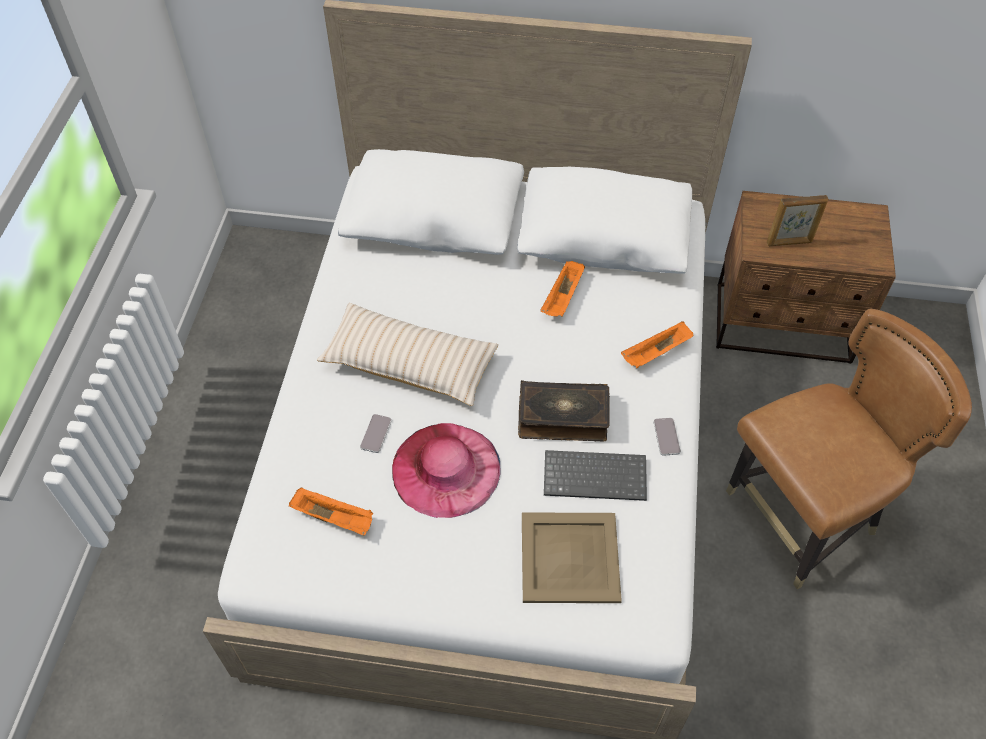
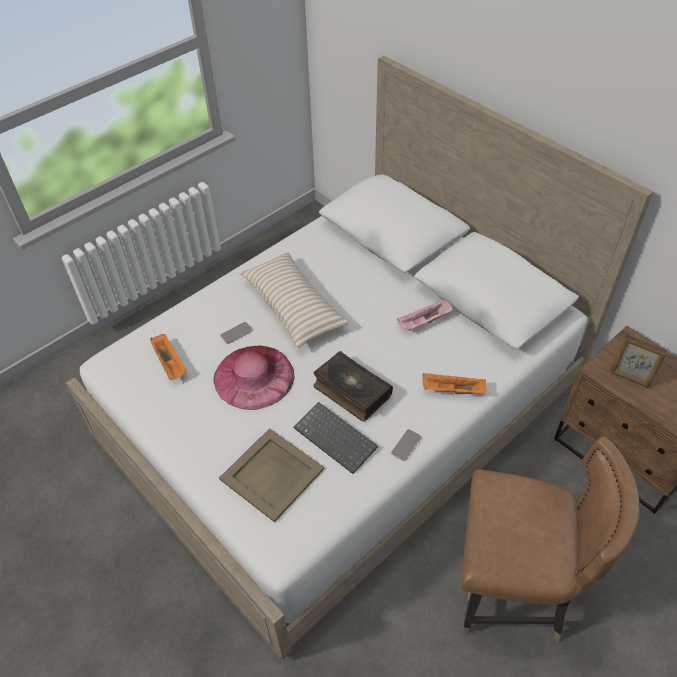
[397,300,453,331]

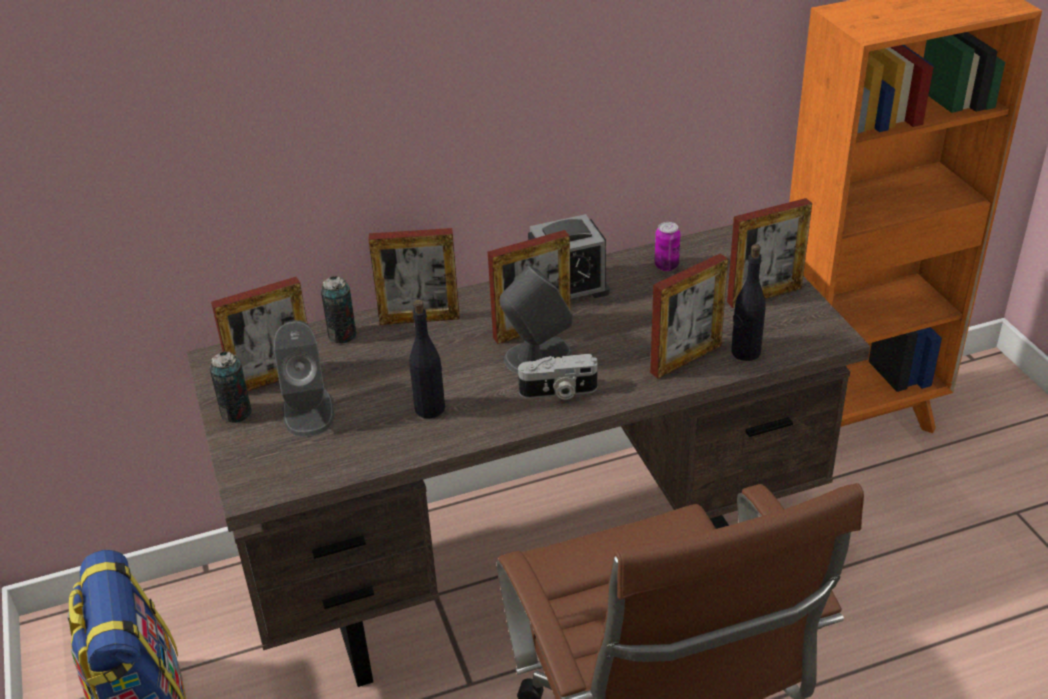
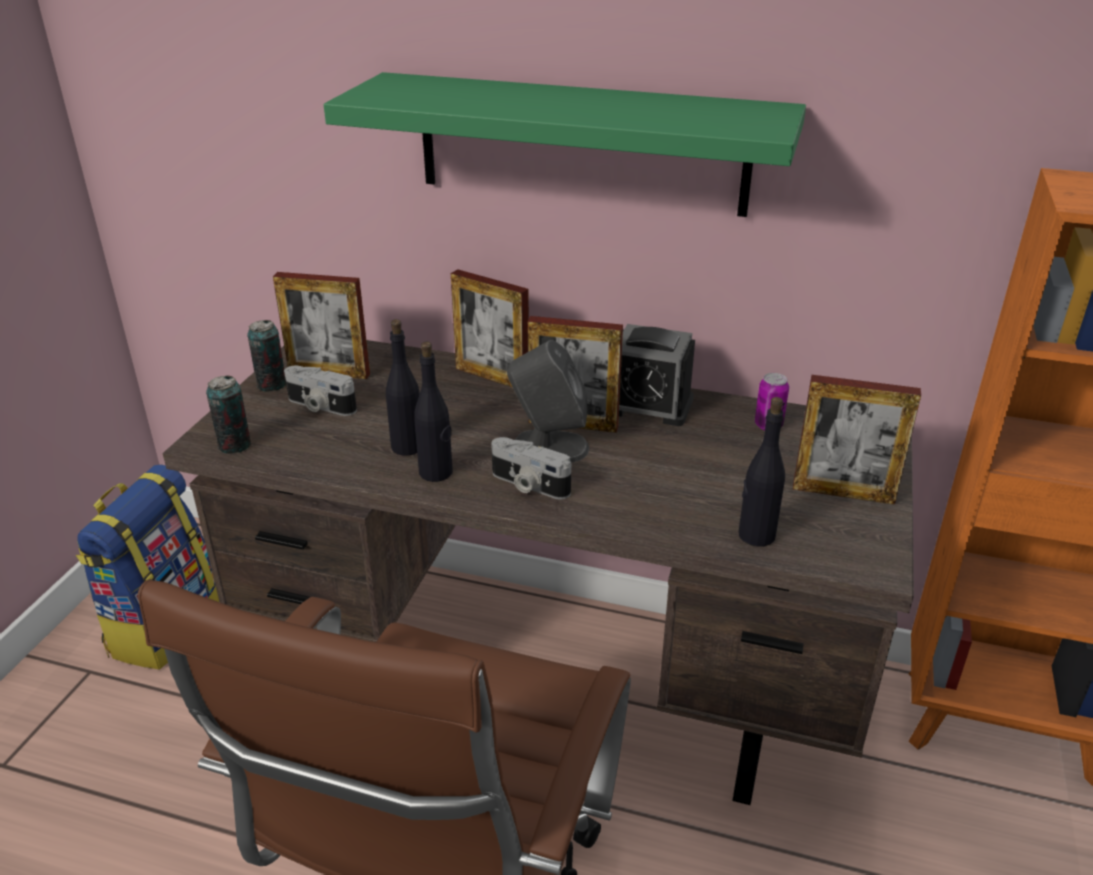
[284,366,357,416]
[206,376,251,454]
[650,254,728,378] (first image)
[324,72,806,217]
[414,342,453,482]

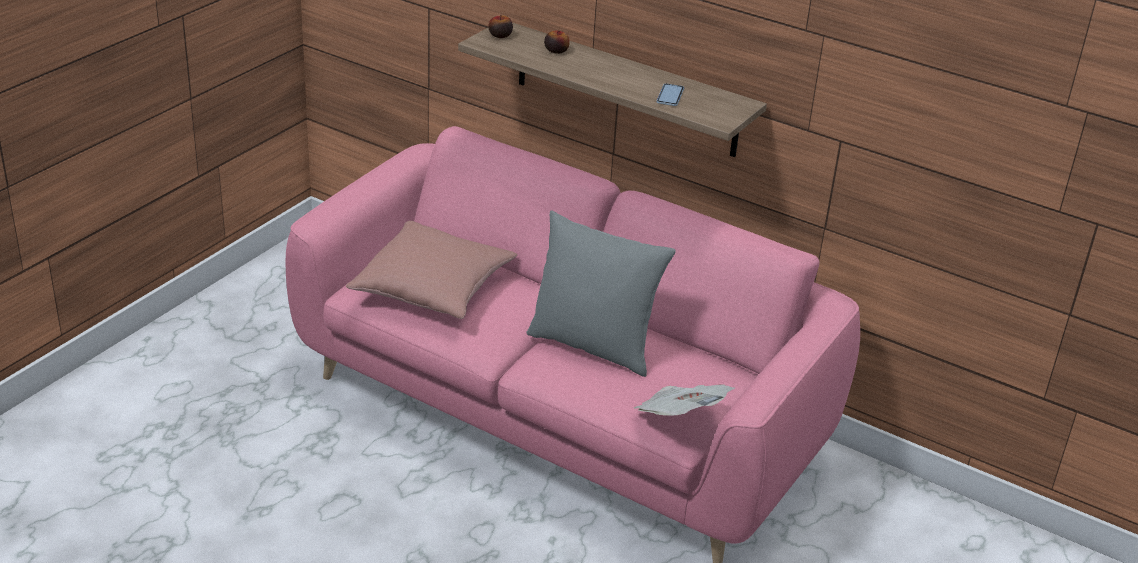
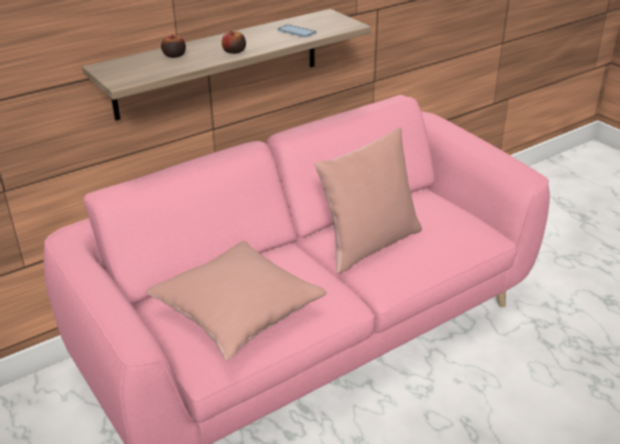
[222,31,246,54]
[315,127,422,274]
[634,384,735,416] (first image)

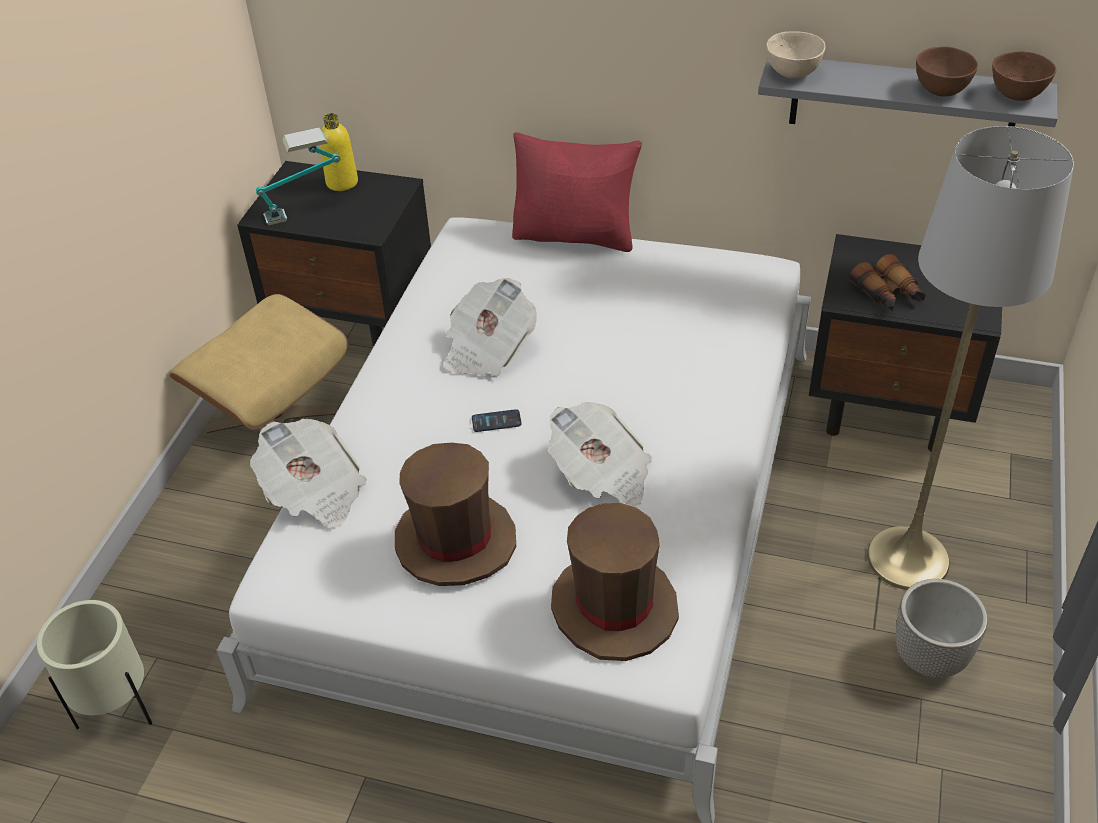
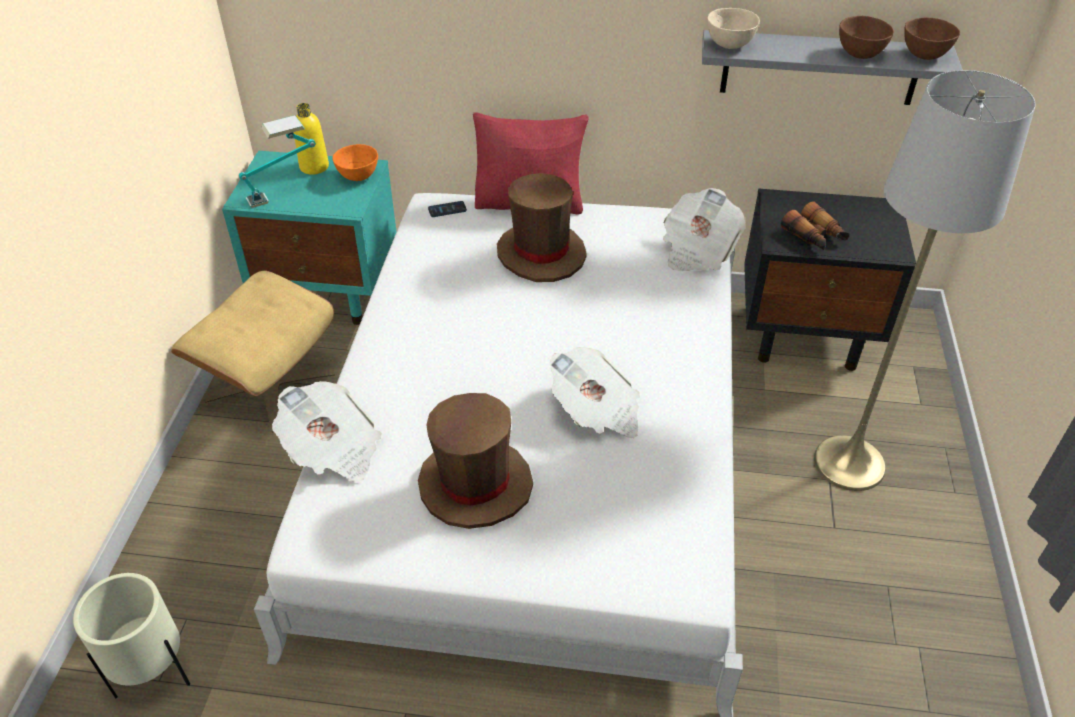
[222,151,397,325]
[663,188,746,271]
[428,201,467,217]
[497,173,587,282]
[896,579,988,678] (first image)
[332,144,378,181]

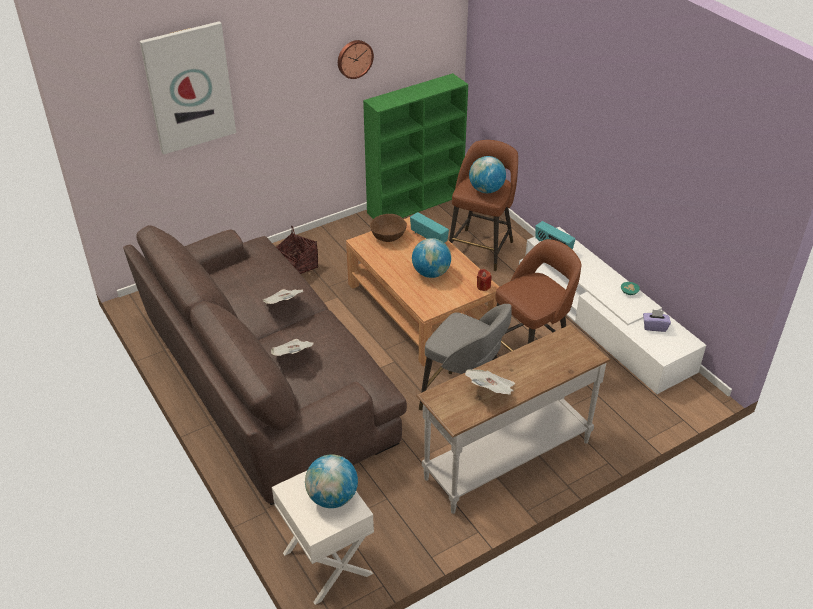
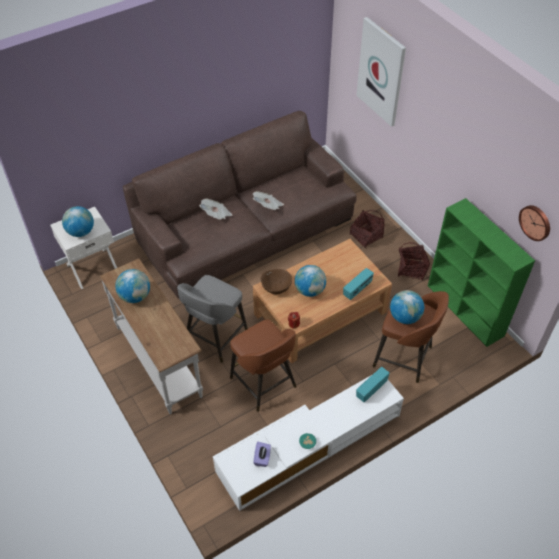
[519,205,550,241]
[261,269,292,294]
[115,269,150,303]
[398,242,430,280]

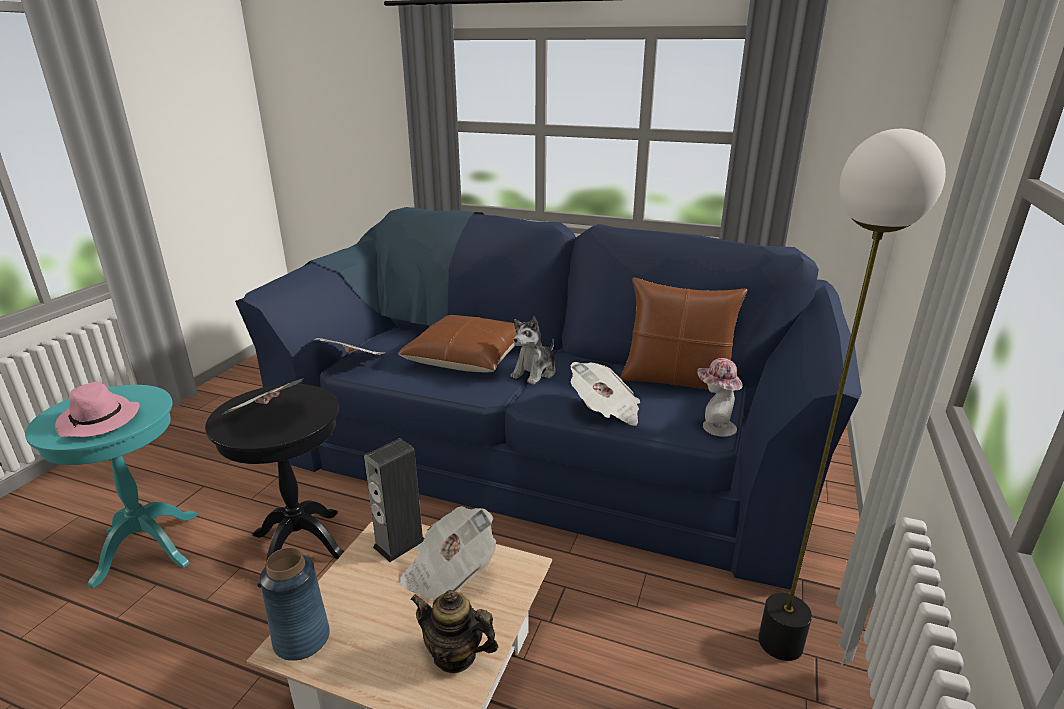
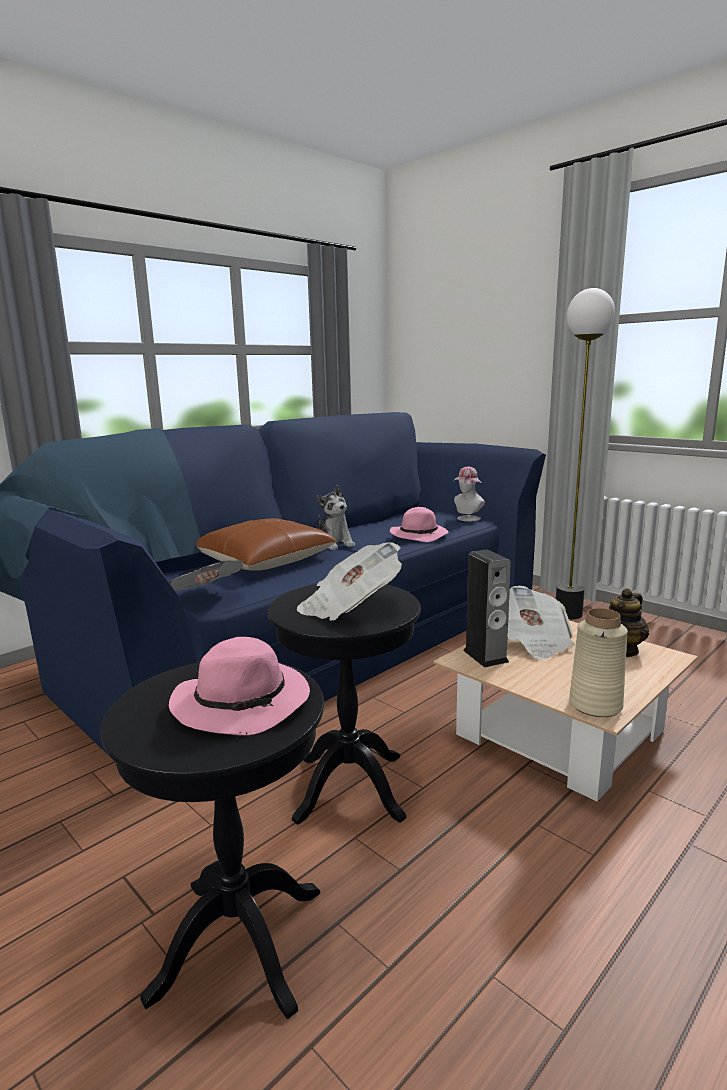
[100,662,324,1019]
[569,608,628,717]
[390,507,449,542]
[620,278,747,390] (first image)

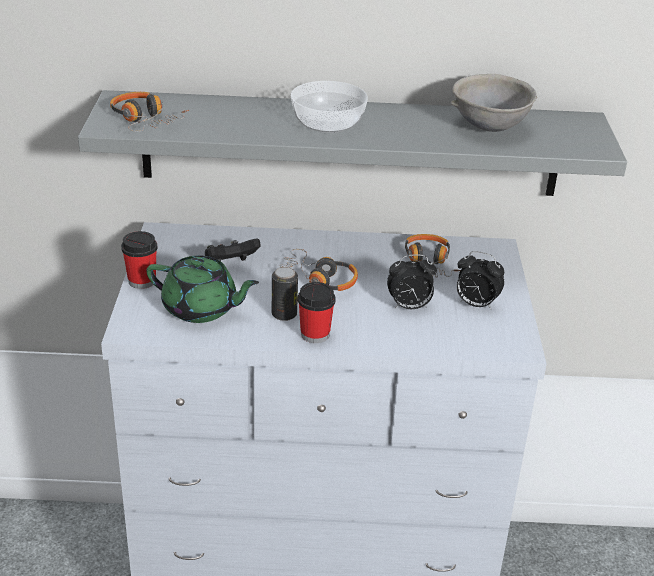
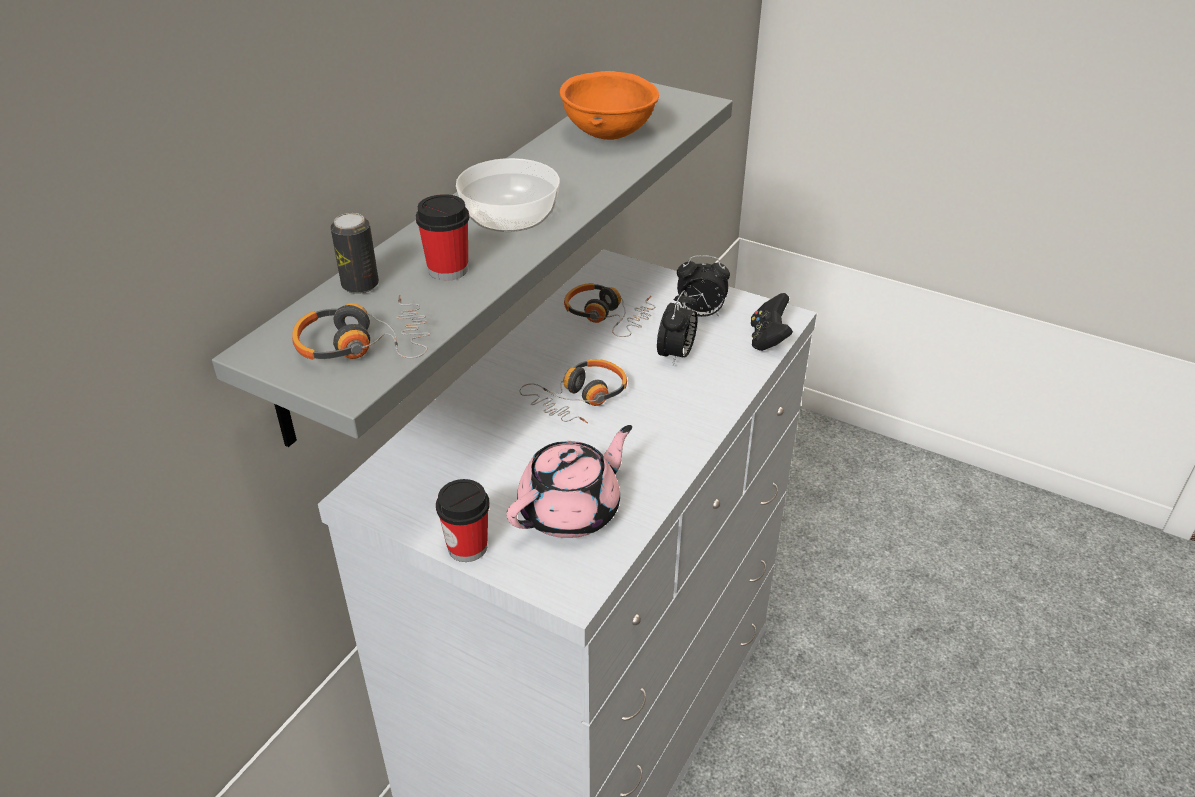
[506,425,632,538]
[751,293,793,351]
[331,213,379,294]
[416,194,469,281]
[560,71,659,140]
[677,255,730,317]

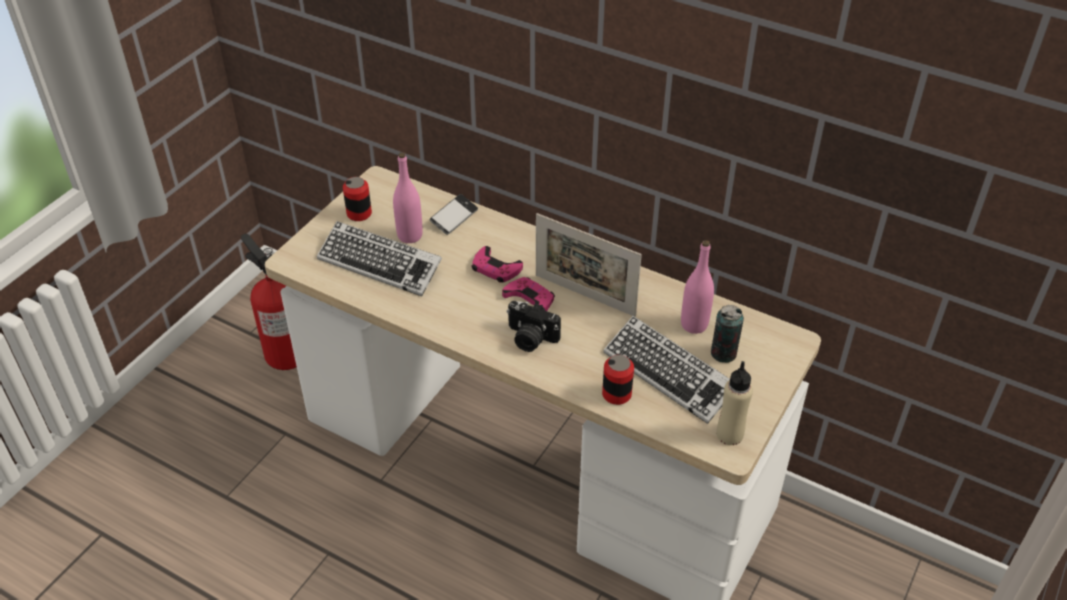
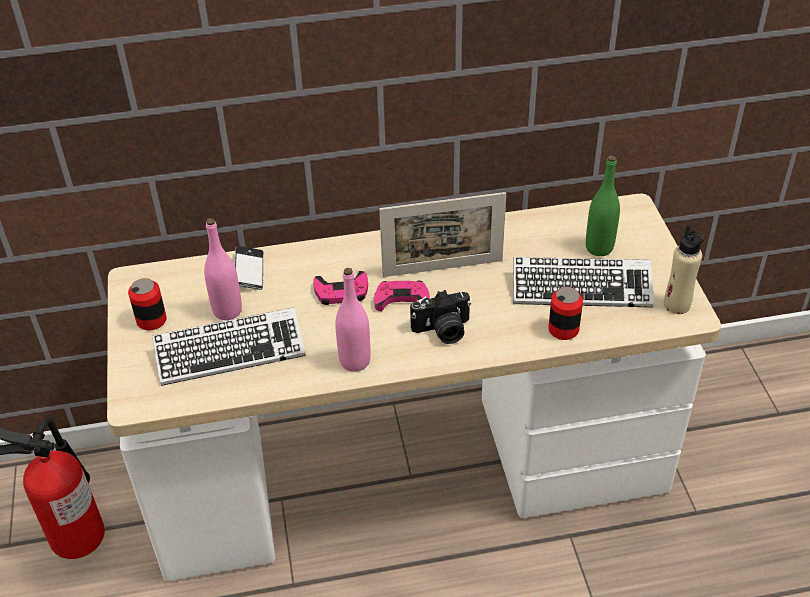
[335,268,371,372]
[586,155,620,256]

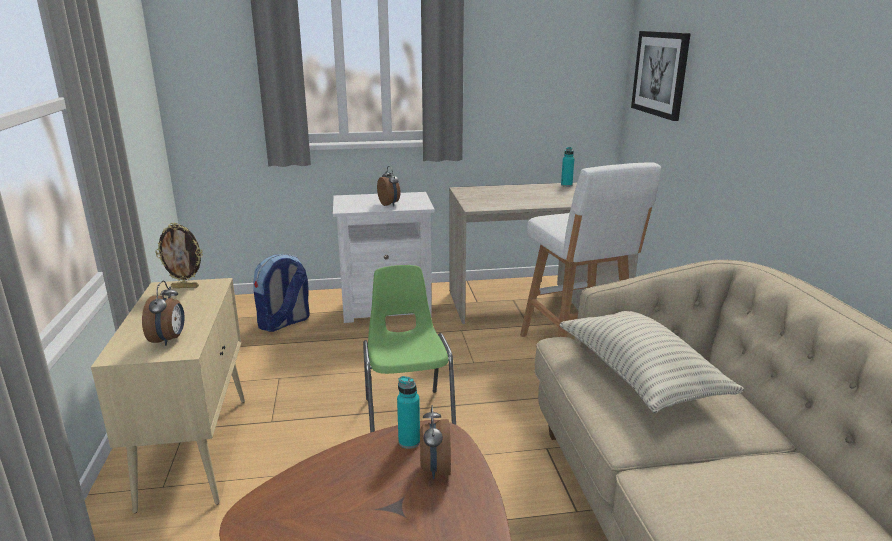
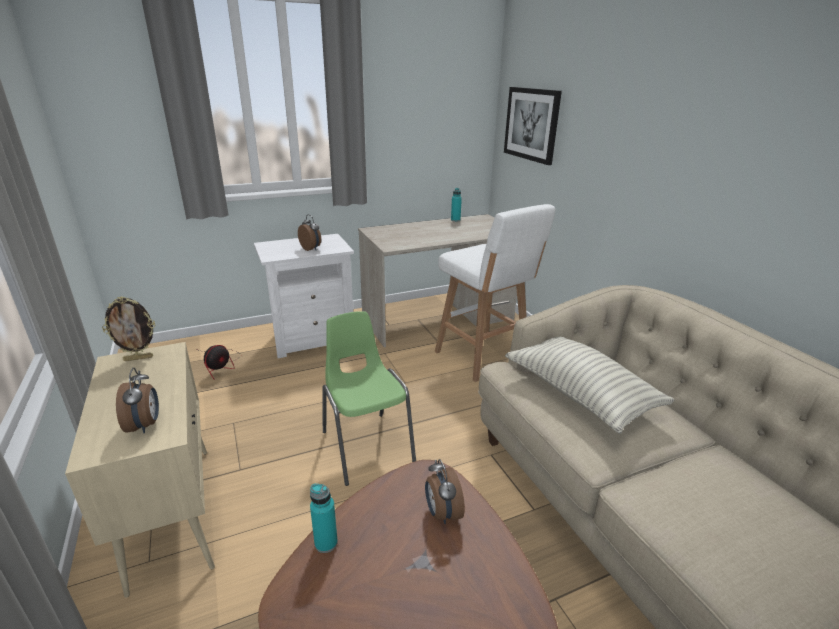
[199,345,242,380]
[310,484,338,553]

